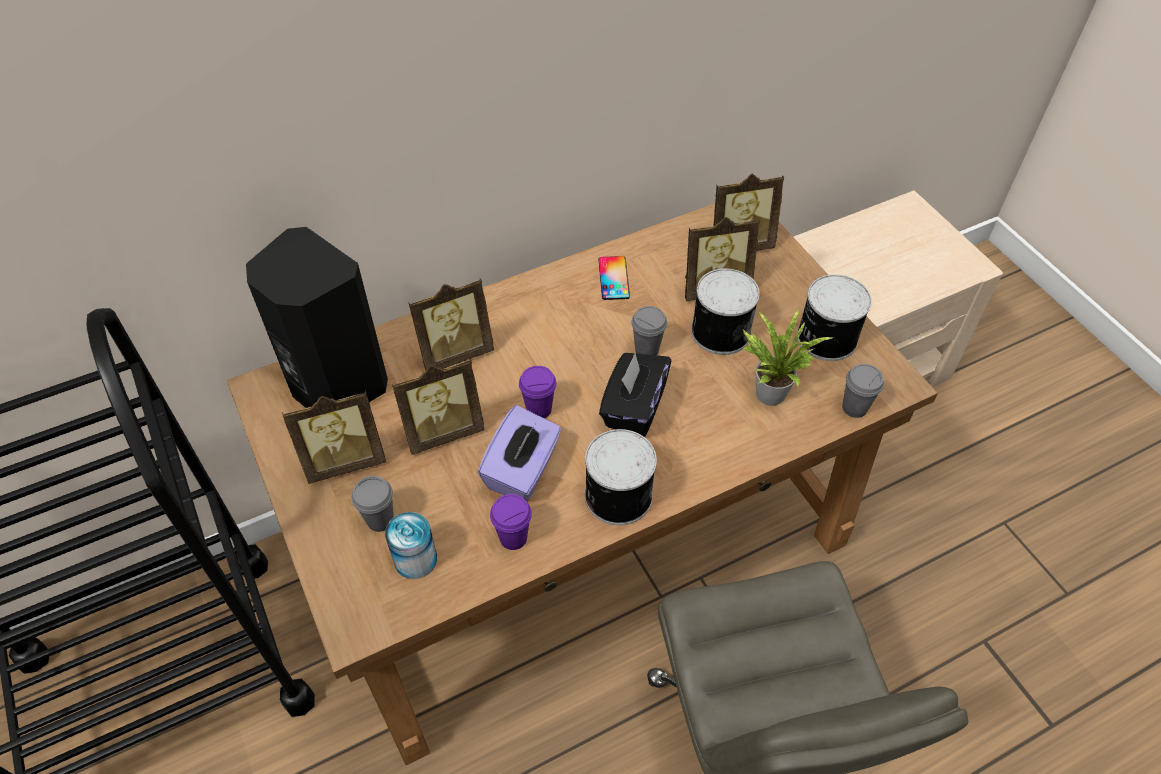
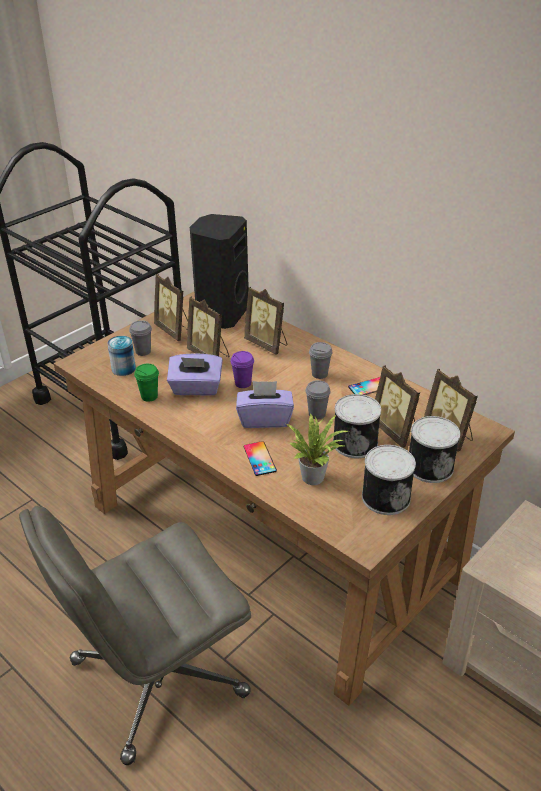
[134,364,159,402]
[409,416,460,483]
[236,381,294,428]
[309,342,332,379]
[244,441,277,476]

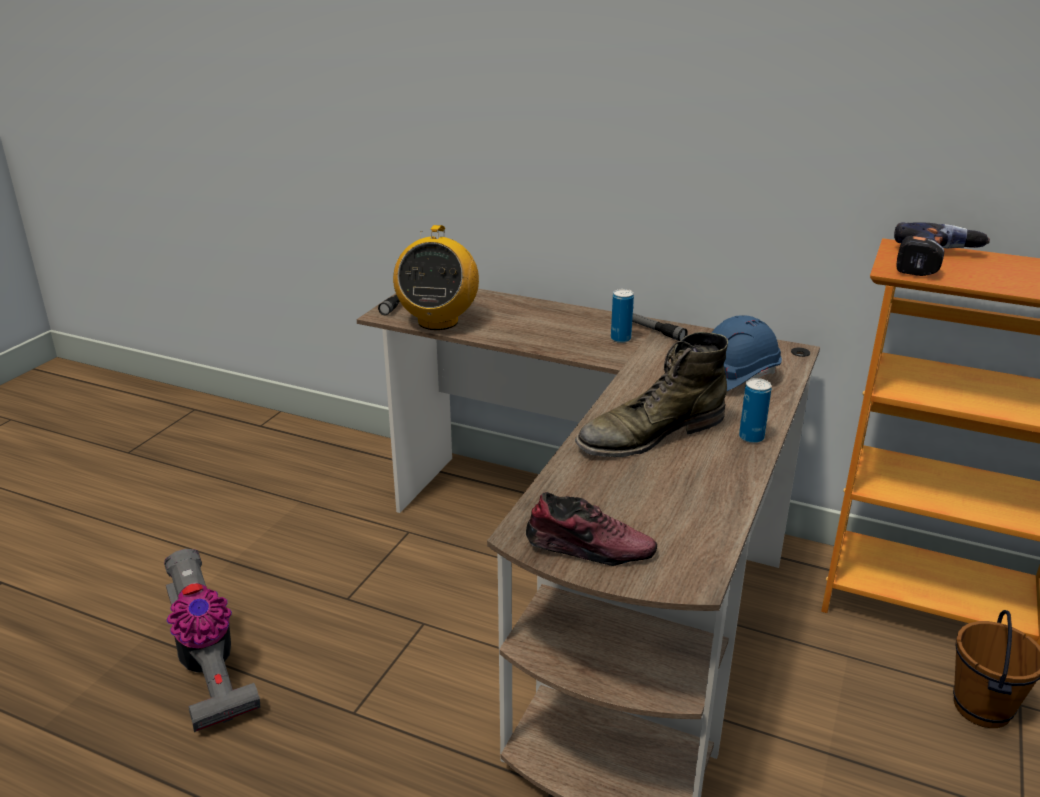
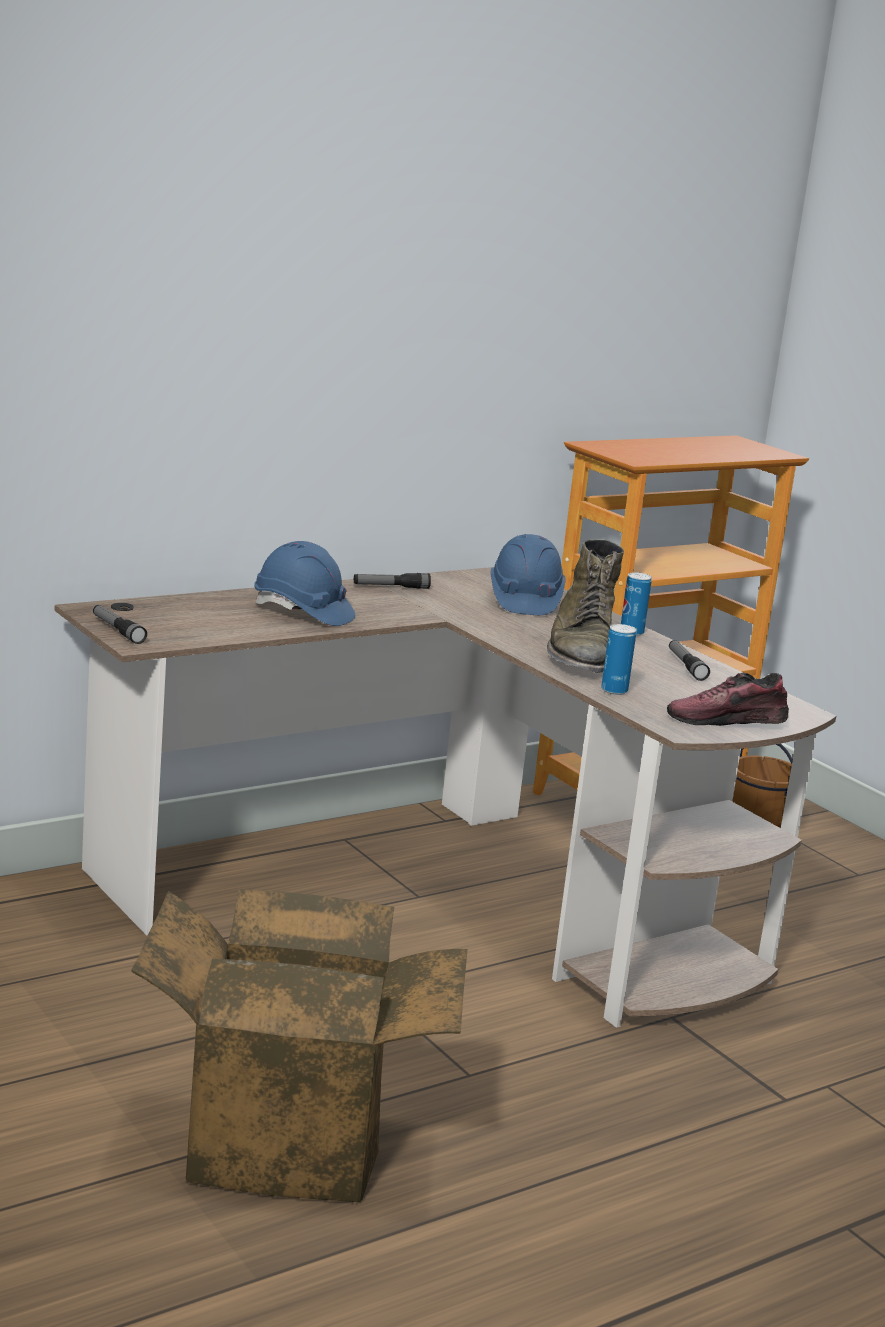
[131,889,468,1202]
[393,225,479,330] (first image)
[667,672,789,726]
[601,624,636,695]
[894,222,990,276] (first image)
[254,541,355,626]
[669,640,710,681]

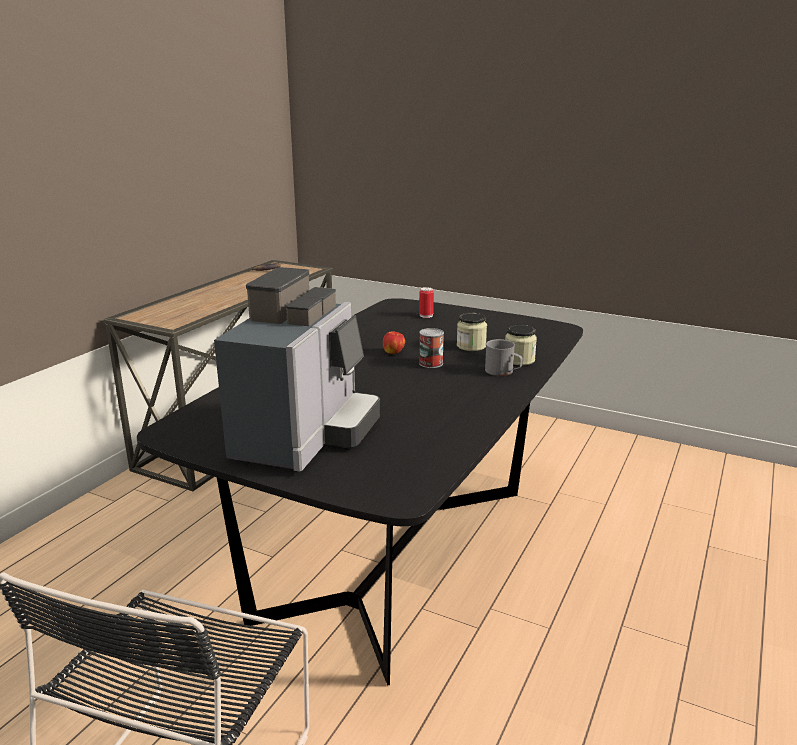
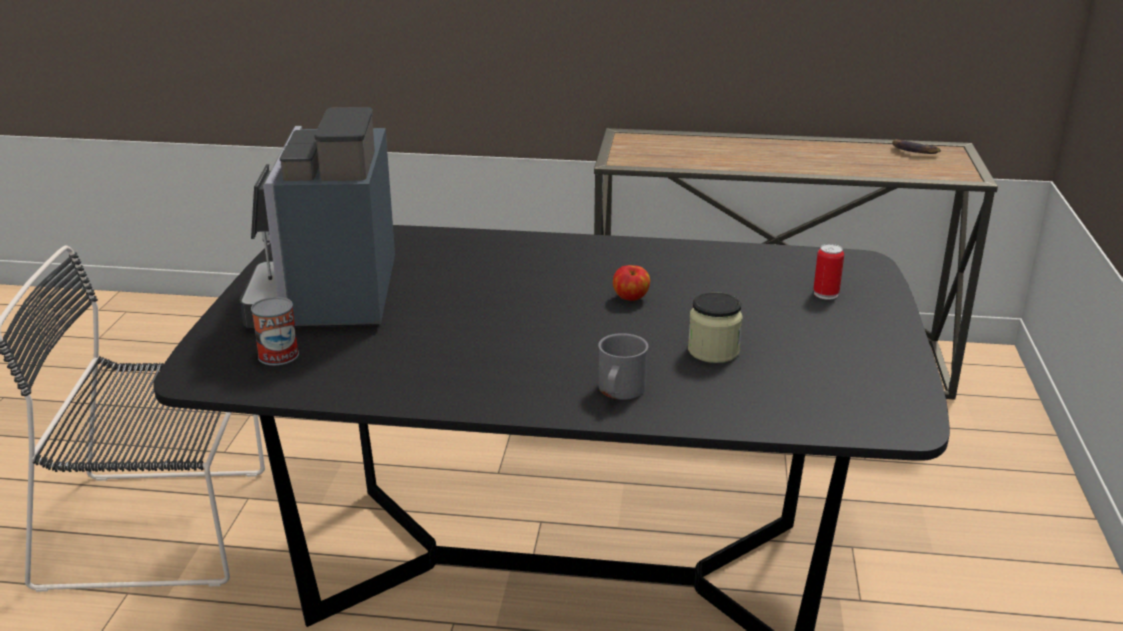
[240,107,395,328]
[251,297,299,365]
[505,325,537,366] (first image)

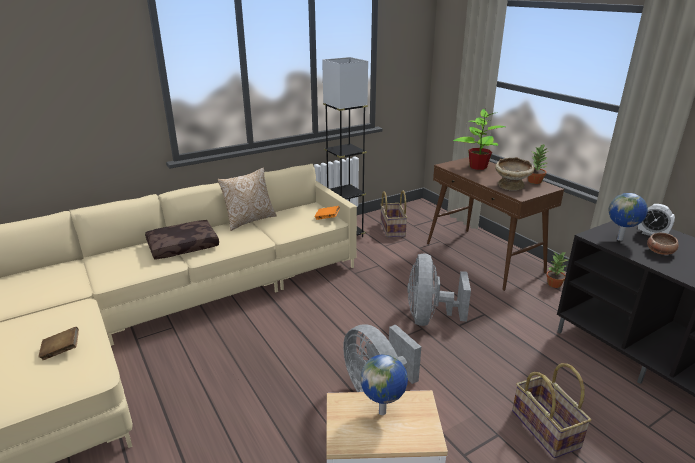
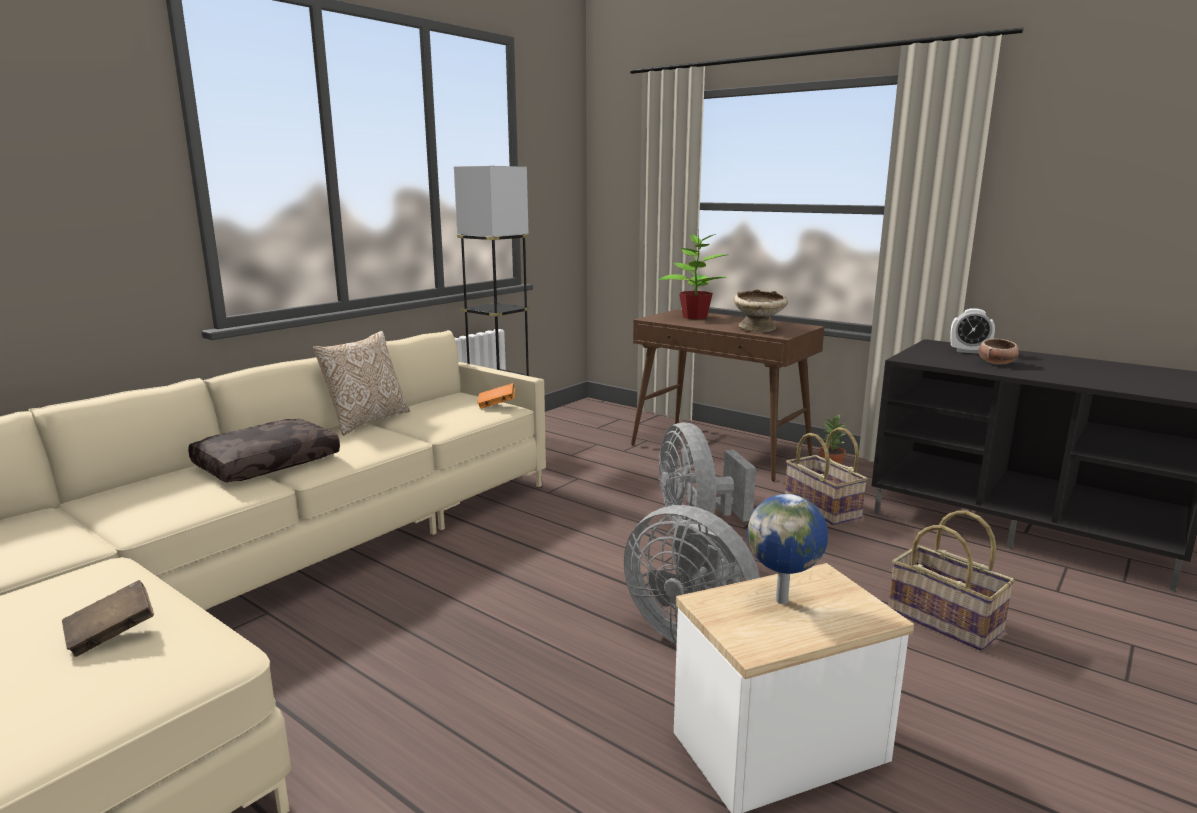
[785,427,868,526]
[528,144,548,184] (first image)
[609,193,648,241] (first image)

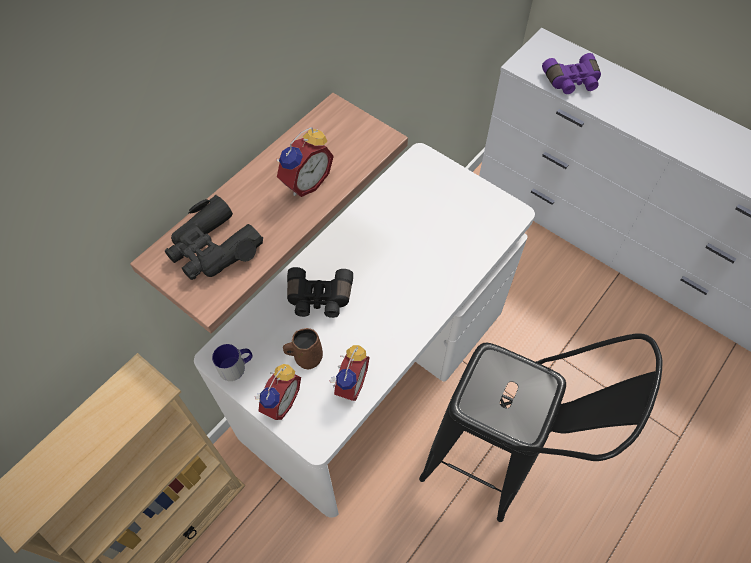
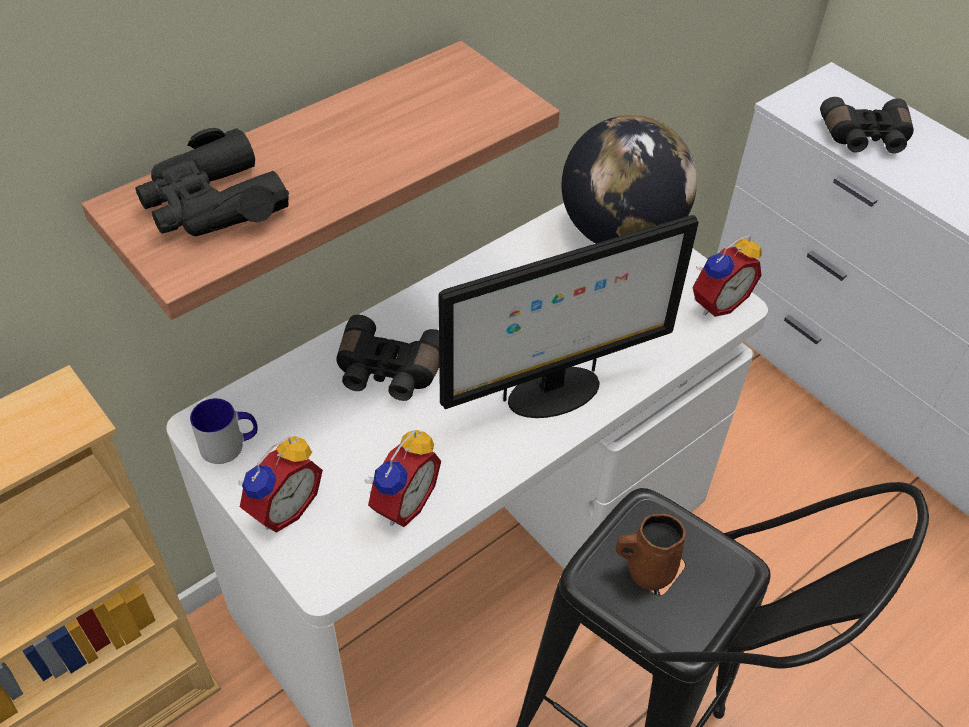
[692,234,762,317]
[616,514,686,591]
[820,97,914,153]
[438,215,699,418]
[562,115,697,243]

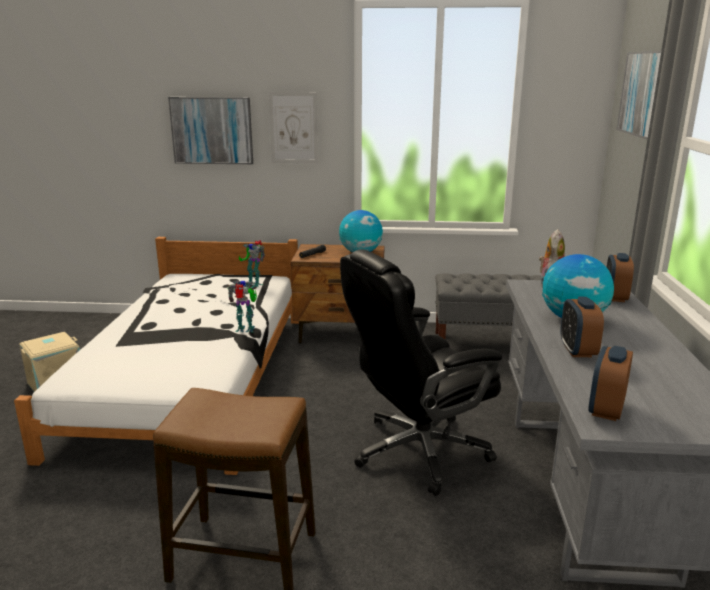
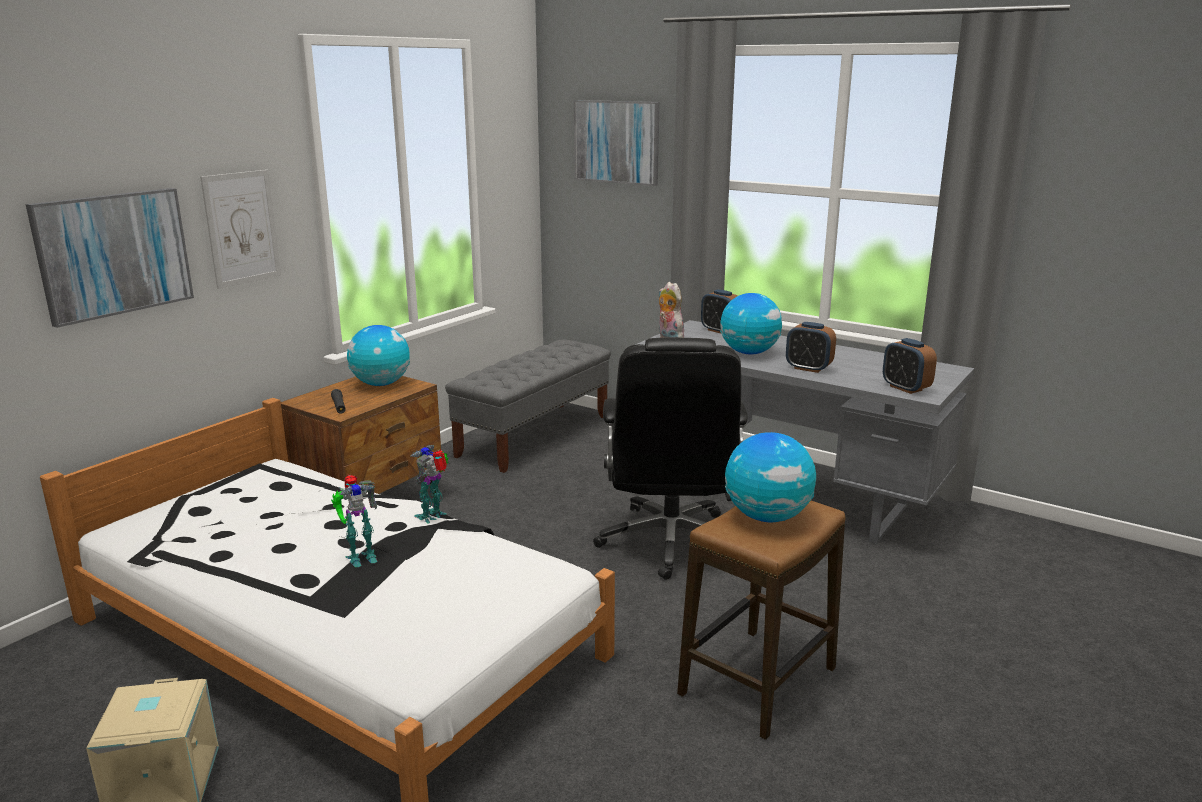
[331,475,378,567]
[725,432,816,522]

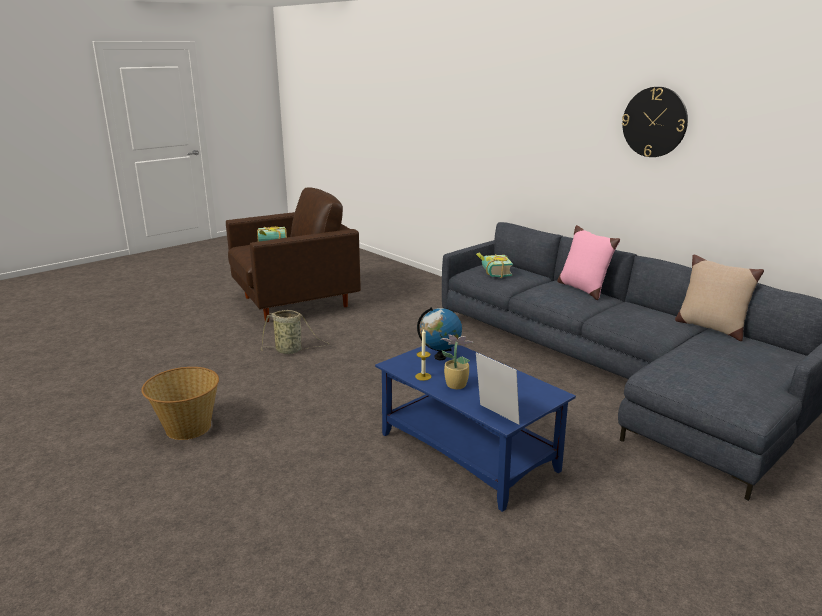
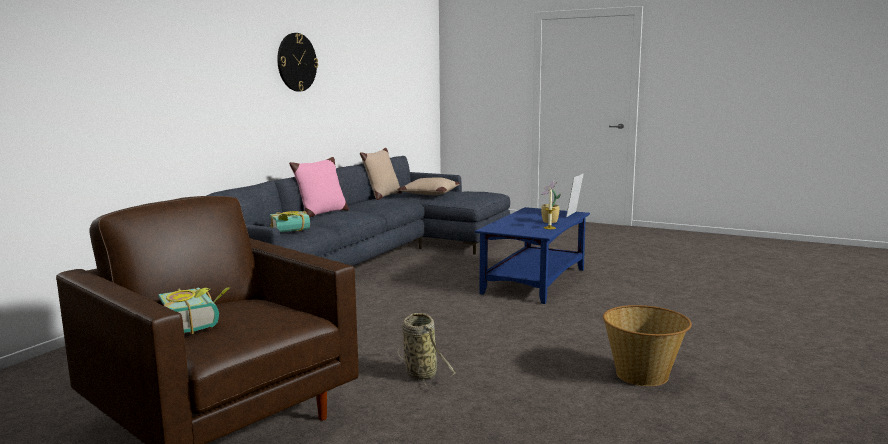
[417,307,462,360] (first image)
[397,177,460,195]

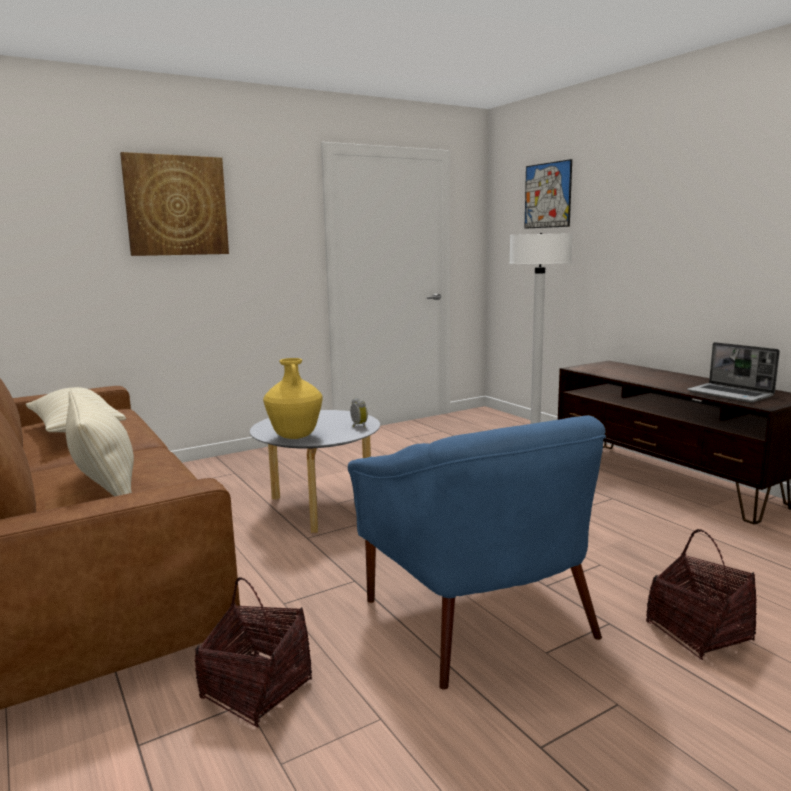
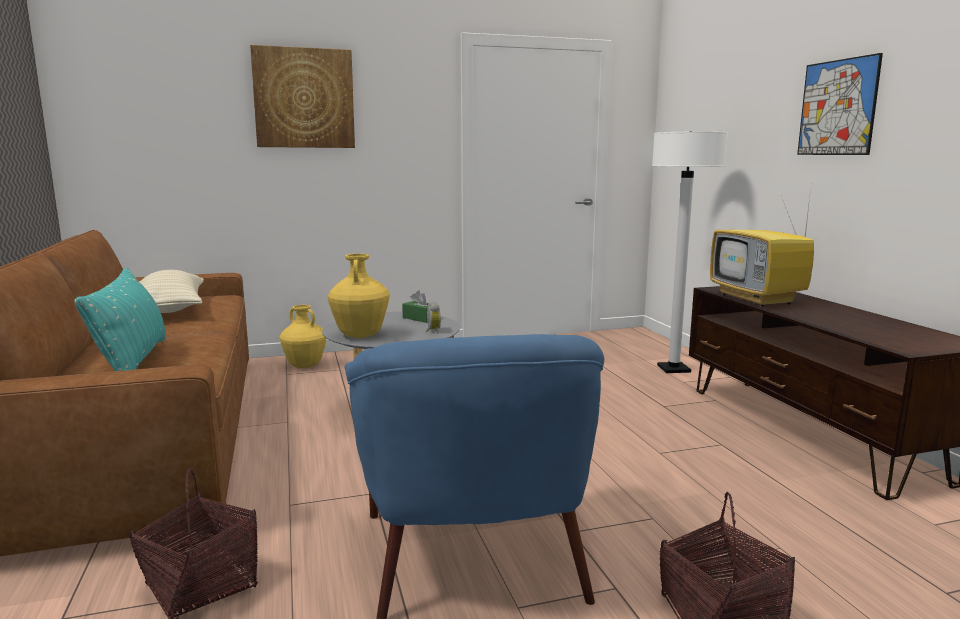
[75,268,166,371]
[797,53,883,155]
[687,342,780,402] (first image)
[279,305,326,368]
[402,290,439,323]
[710,189,814,307]

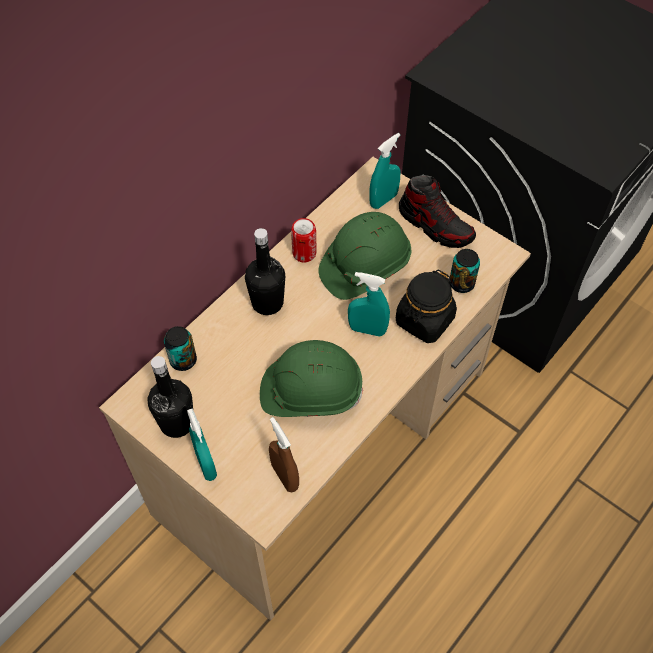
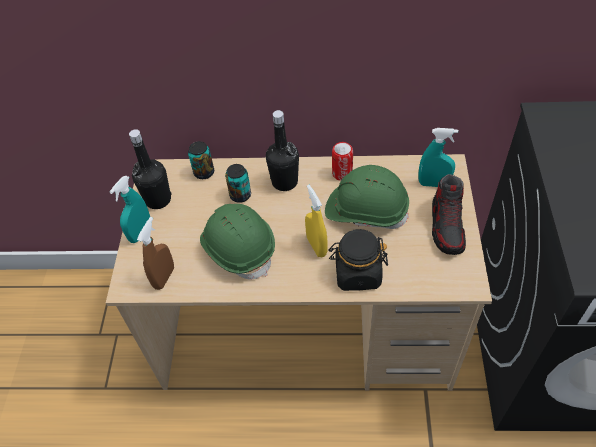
[305,185,328,257]
[225,164,251,203]

